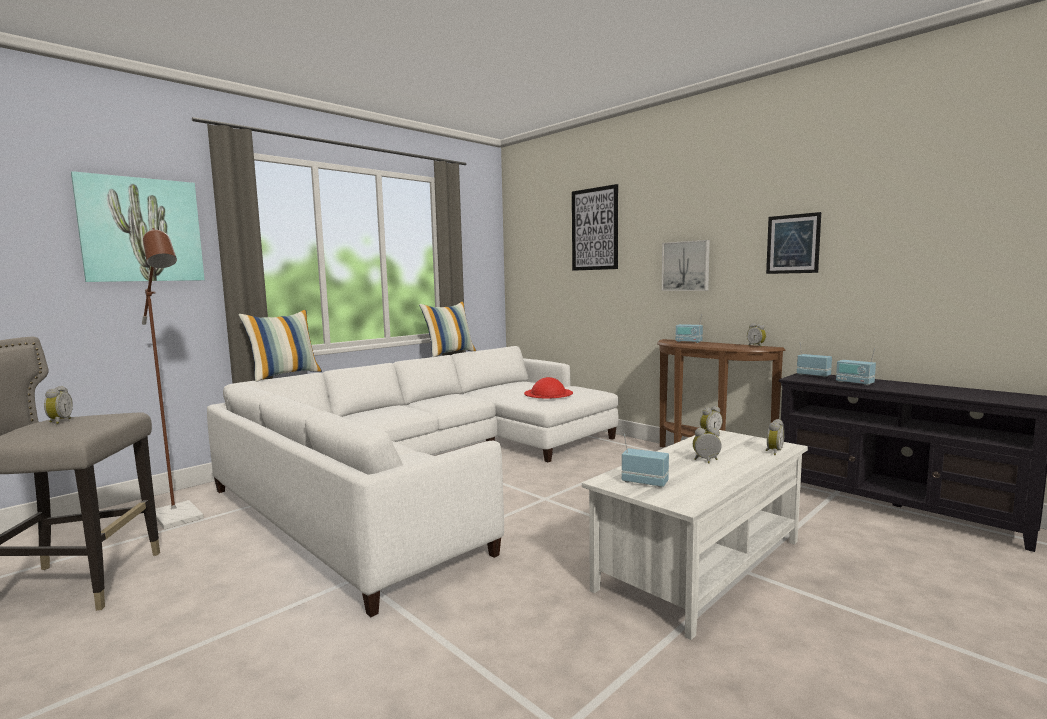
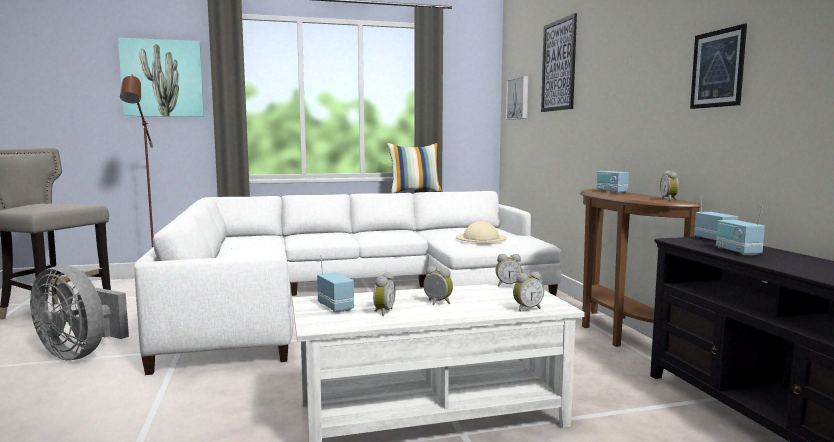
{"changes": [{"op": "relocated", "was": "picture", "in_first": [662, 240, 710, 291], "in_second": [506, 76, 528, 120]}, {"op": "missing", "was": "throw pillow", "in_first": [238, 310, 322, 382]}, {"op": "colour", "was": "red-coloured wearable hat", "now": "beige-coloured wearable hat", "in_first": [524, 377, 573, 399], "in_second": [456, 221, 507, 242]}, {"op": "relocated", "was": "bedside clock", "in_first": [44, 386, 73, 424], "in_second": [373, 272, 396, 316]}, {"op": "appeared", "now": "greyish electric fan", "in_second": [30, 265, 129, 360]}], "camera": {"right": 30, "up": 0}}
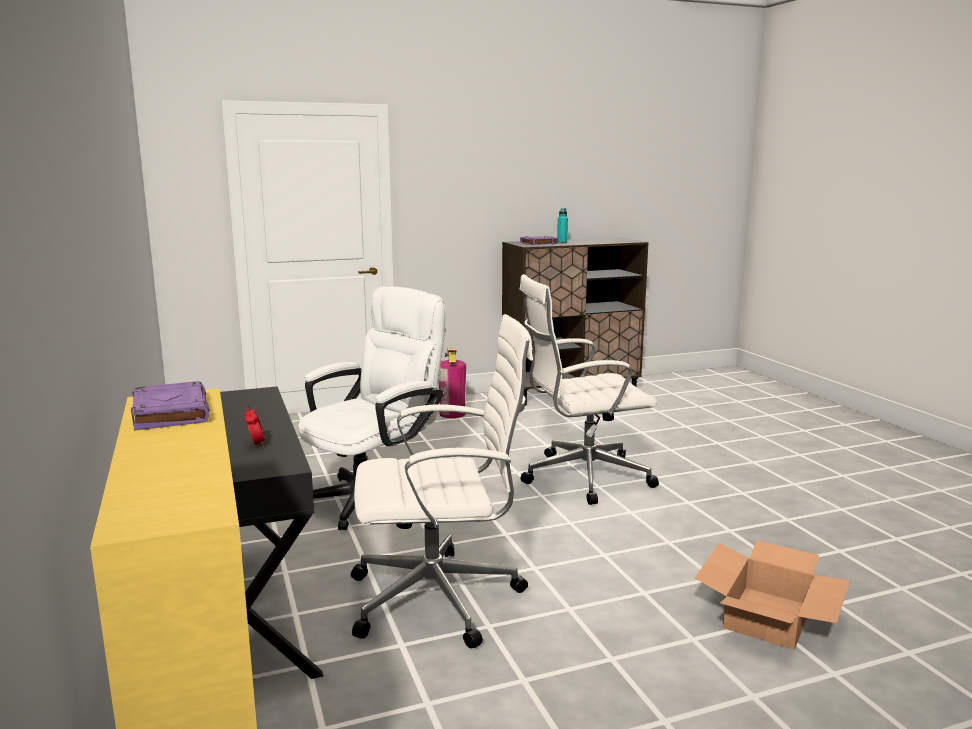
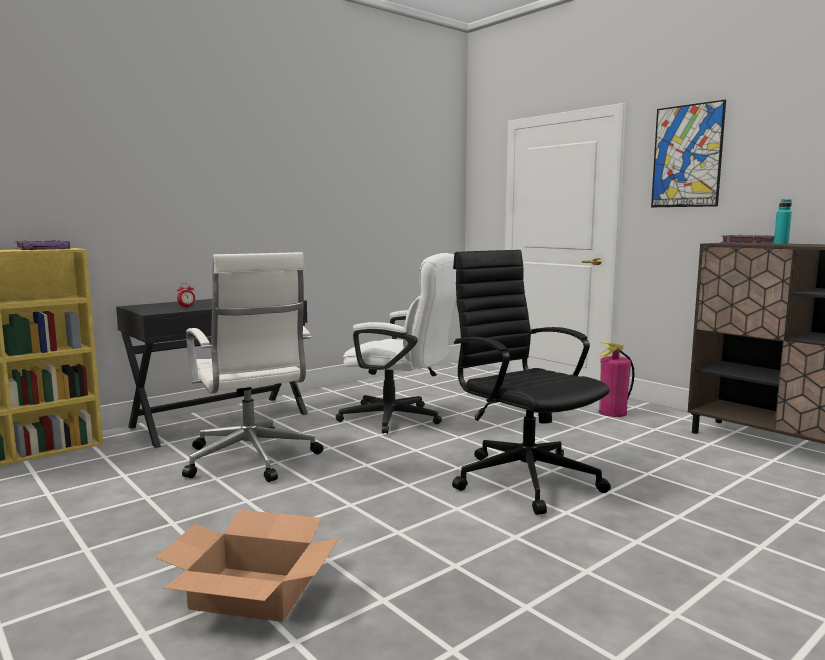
{"changes": [{"op": "colour", "was": "white computer chair", "now": "blackish computer chair", "in_first": [520, 274, 659, 505], "in_second": [452, 250, 611, 515]}, {"op": "appeared", "now": "picture", "in_second": [651, 100, 726, 207]}], "camera": {"right": 70, "up": -5}}
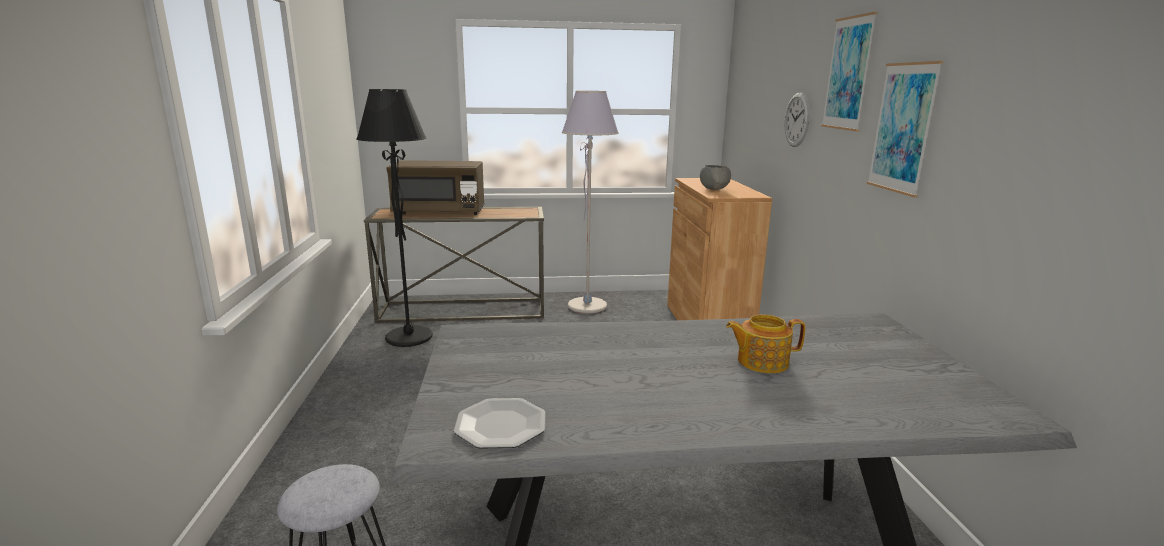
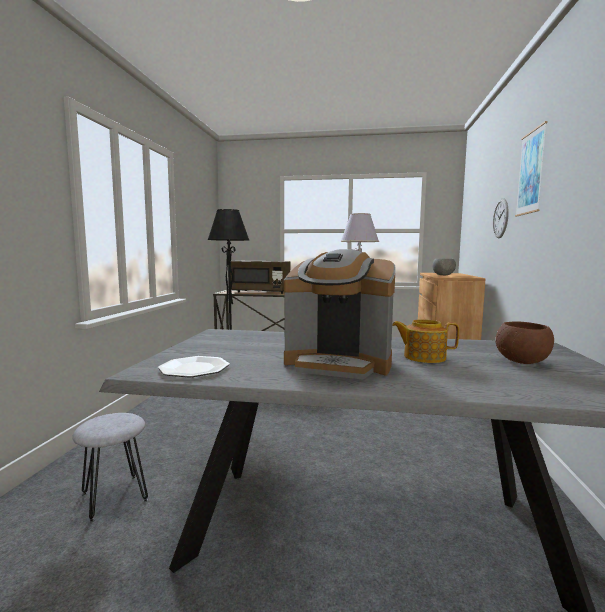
{"changes": [{"op": "missing", "was": "picture", "in_first": [867, 61, 943, 198]}, {"op": "appeared", "now": "coffee machine", "in_second": [284, 249, 396, 380]}, {"op": "appeared", "now": "brownish serving bowl", "in_second": [495, 321, 554, 364]}], "camera": {"right": 15, "up": -10}}
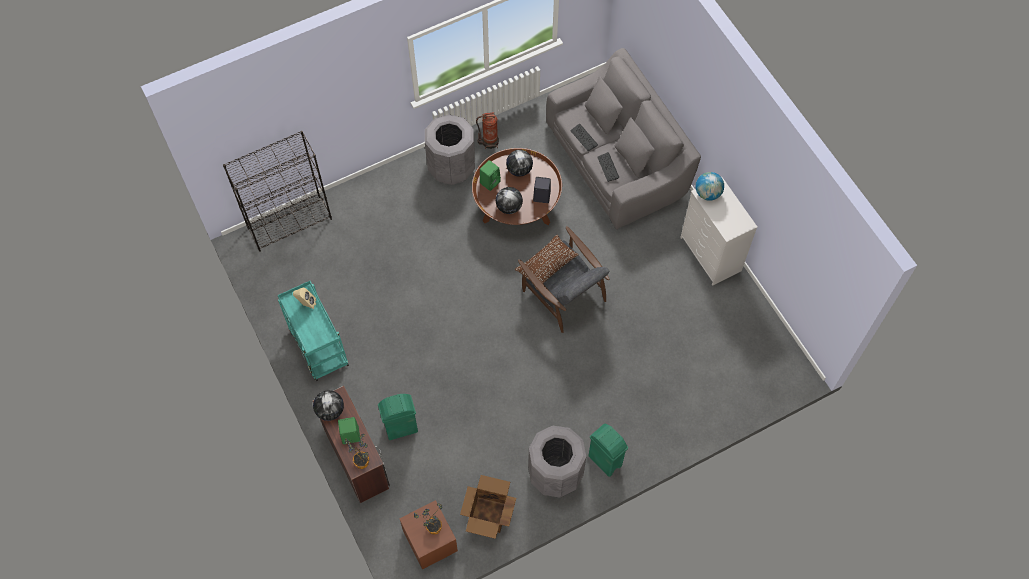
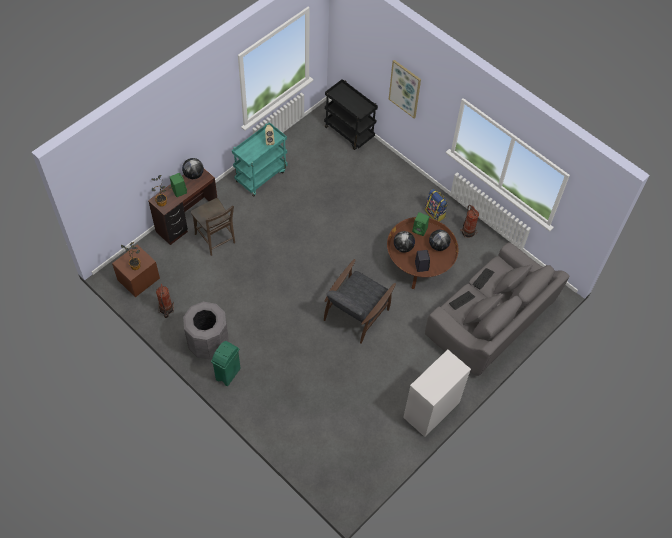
{"changes": [{"op": "exchanged", "was": "greyish waste bin", "now": "backpack", "in_first": [425, 114, 475, 185], "in_second": [425, 189, 448, 222]}, {"op": "exchanged", "was": "blackish bookshelf", "now": "blackish trolley", "in_first": [223, 131, 332, 252], "in_second": [324, 79, 378, 150]}, {"op": "missing", "was": "world globe", "in_first": [696, 172, 724, 201]}, {"op": "missing", "was": "brownish throw pillow", "in_first": [515, 235, 579, 290]}, {"op": "exchanged", "was": "green waste bin", "now": "brownish upright chair", "in_first": [378, 394, 418, 440], "in_second": [191, 198, 235, 256]}, {"op": "exchanged", "was": "cardboard box", "now": "extinguisher", "in_first": [460, 475, 516, 539], "in_second": [156, 283, 174, 318]}, {"op": "appeared", "now": "picture", "in_second": [389, 60, 421, 118]}], "camera": {"right": 70, "up": -5}}
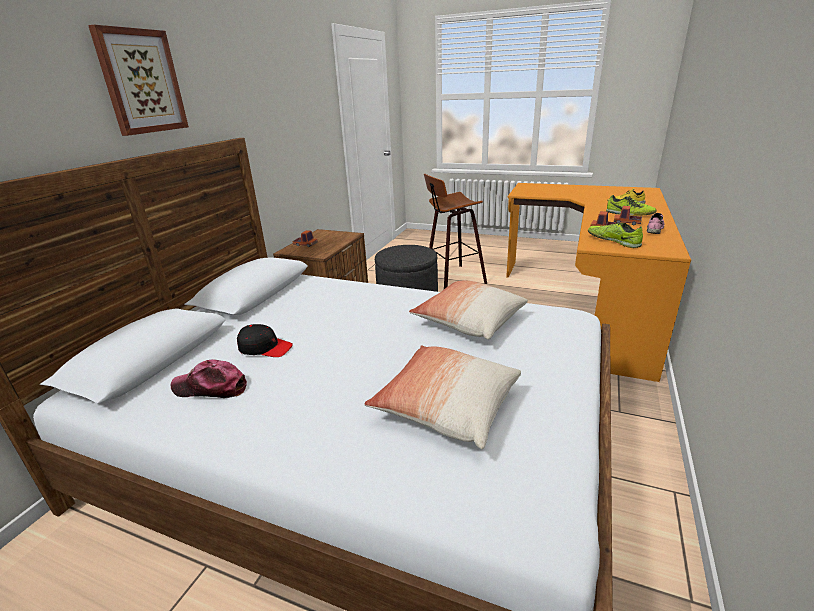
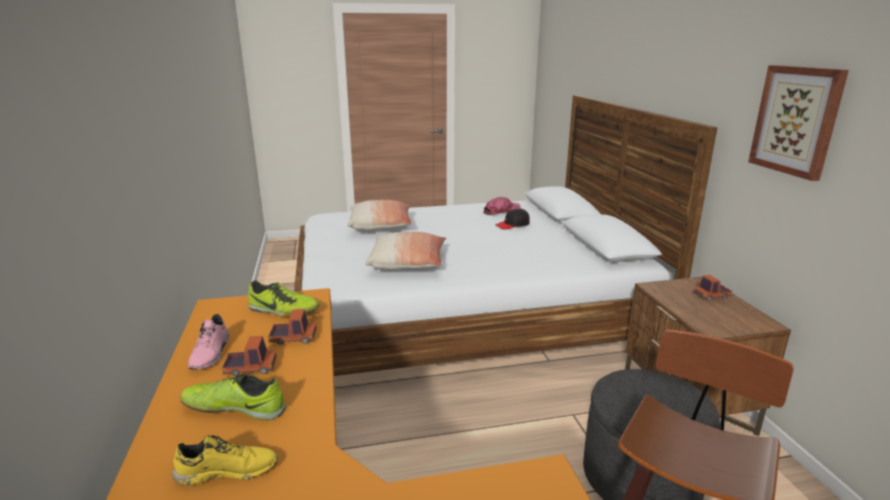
{"changes": [{"op": "relocated", "was": "picture", "in_first": [88, 25, 189, 136], "in_second": [748, 65, 849, 181]}], "camera": {"right": 145, "up": -5}}
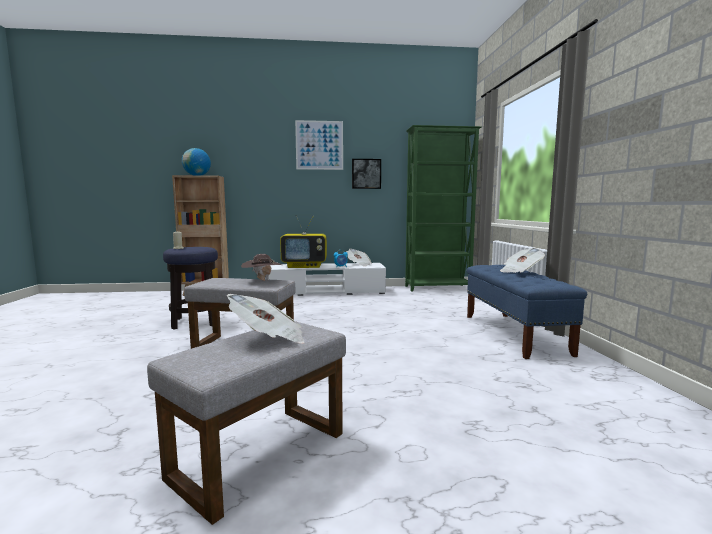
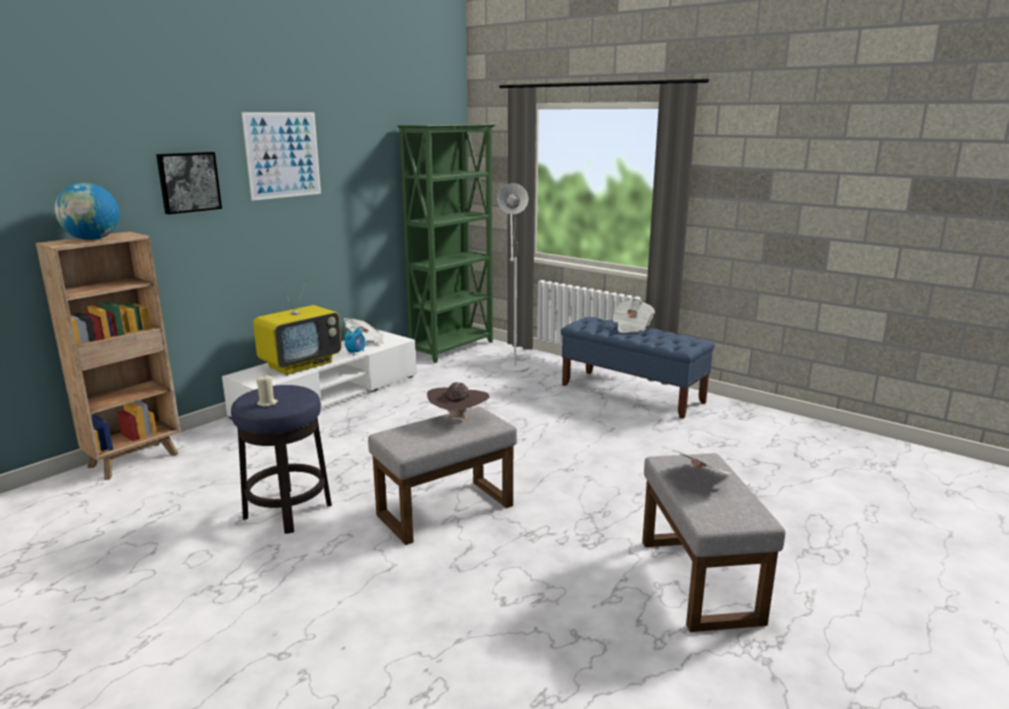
{"changes": [{"op": "relocated", "was": "picture", "in_first": [352, 159, 381, 189], "in_second": [156, 152, 222, 214]}, {"op": "appeared", "now": "white standard lamp", "in_second": [497, 183, 529, 373]}], "camera": {"right": -45, "up": 10}}
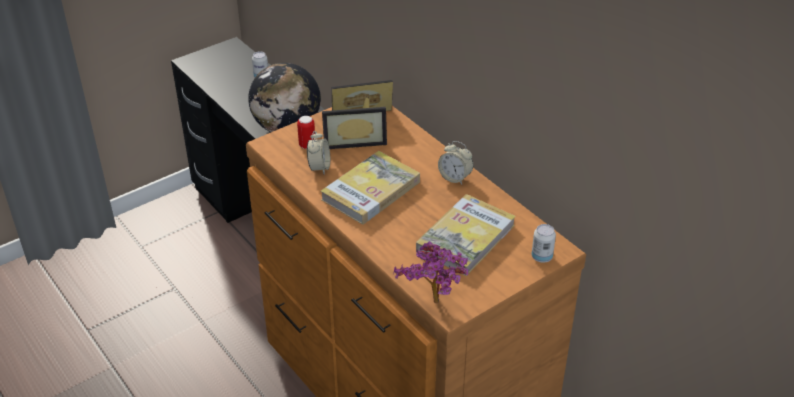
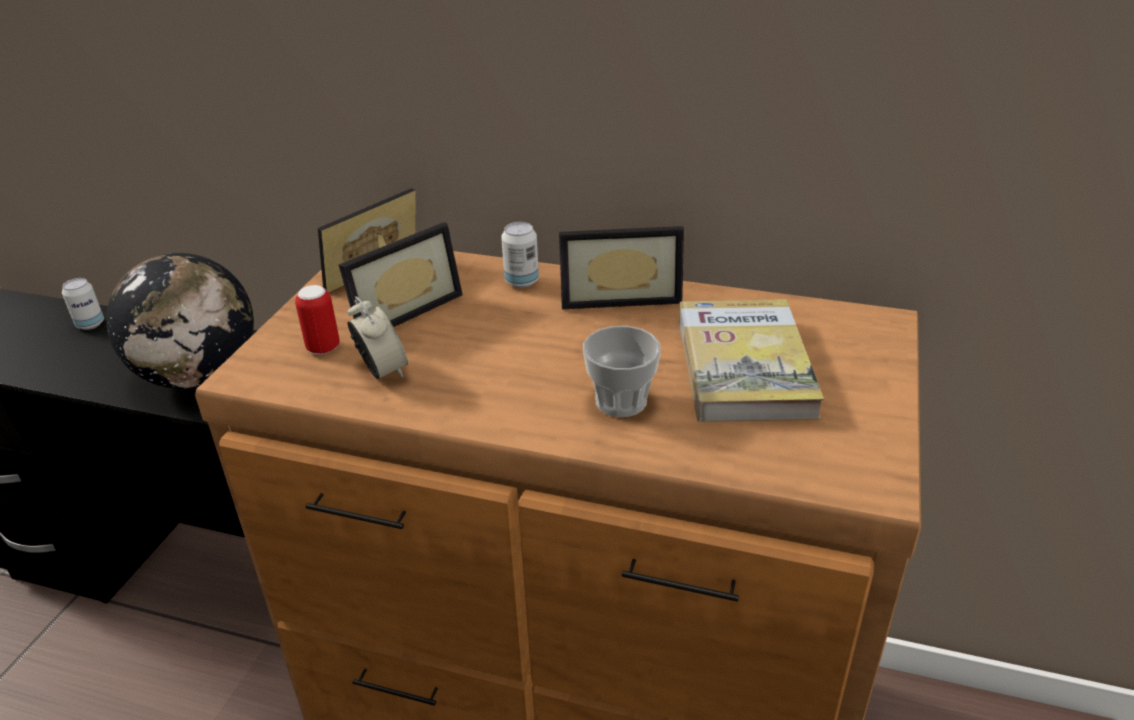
{"changes": [{"op": "exchanged", "was": "bedside clock", "now": "standing frame", "in_first": [438, 141, 473, 185], "in_second": [559, 226, 684, 309]}, {"op": "missing", "was": "volume", "in_first": [321, 151, 420, 225]}, {"op": "relocated", "was": "metal can", "in_first": [531, 224, 556, 263], "in_second": [501, 222, 539, 288]}, {"op": "missing", "was": "houseplant", "in_first": [393, 241, 468, 303]}, {"op": "appeared", "now": "small cup", "in_second": [583, 326, 661, 417]}], "camera": {"right": -35, "up": -5}}
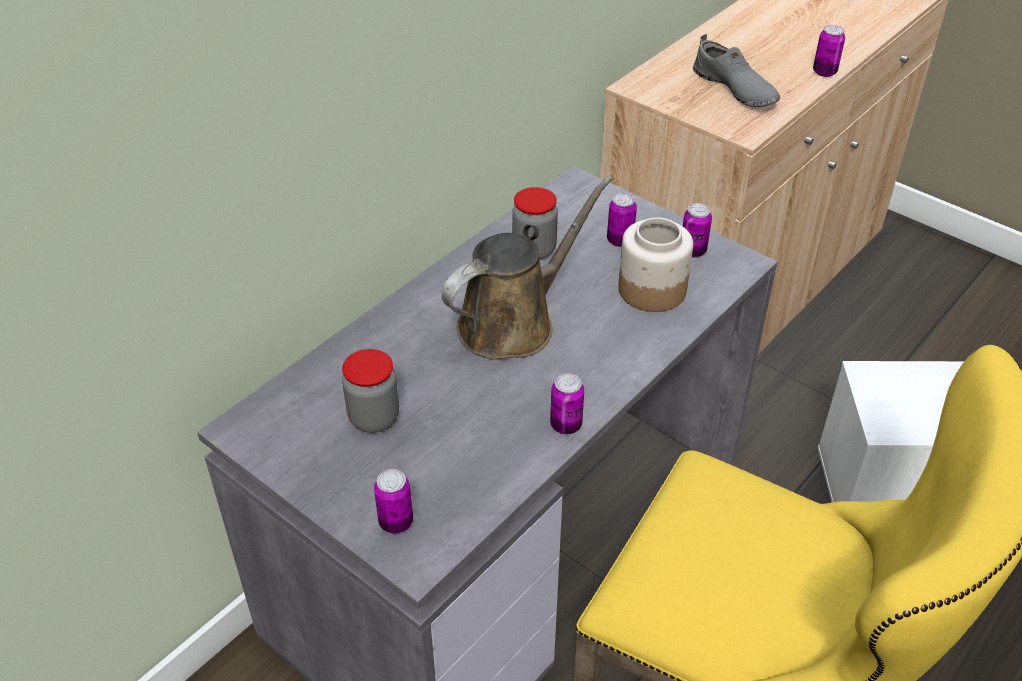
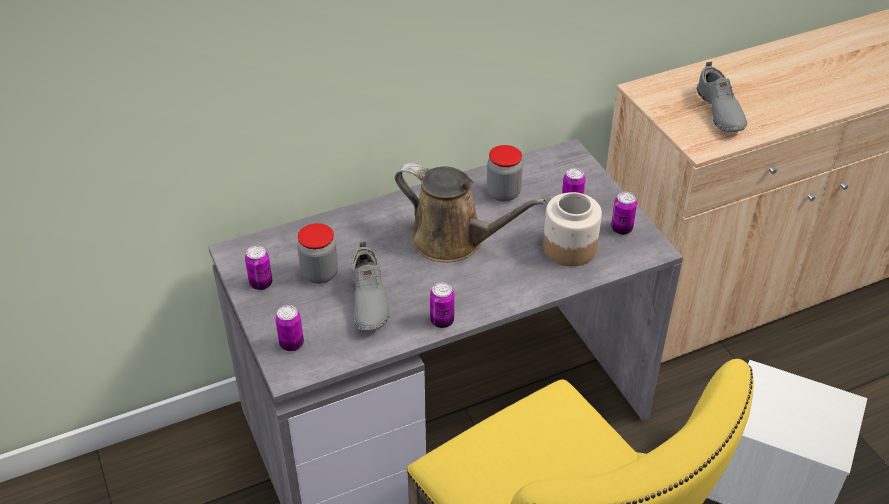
{"changes": [{"op": "relocated", "was": "metal can", "in_first": [813, 25, 845, 77], "in_second": [245, 246, 272, 290]}, {"op": "spun", "was": "brownish sprinkling can", "in_first": [442, 176, 613, 360], "in_second": [395, 163, 546, 262], "clockwise": 45}, {"op": "appeared", "now": "greyish item of footwear", "in_second": [351, 242, 390, 332]}], "camera": {"right": 25, "up": 0}}
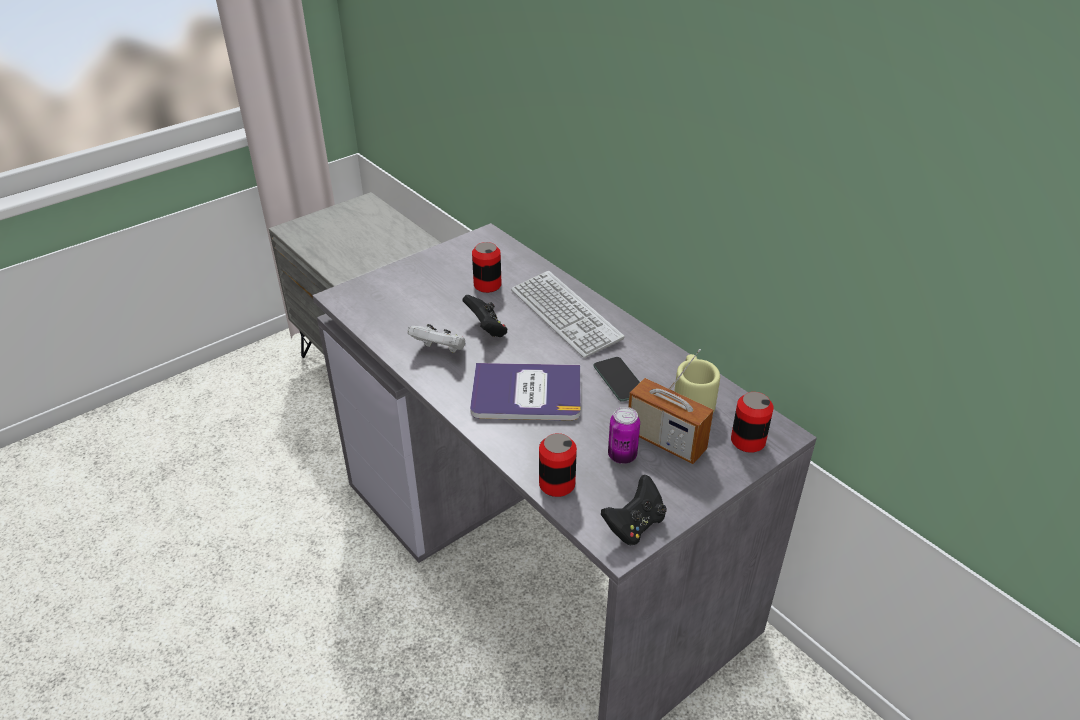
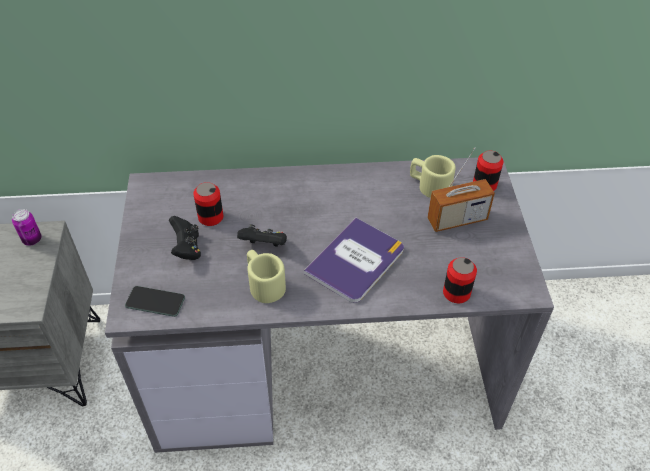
{"changes": [{"op": "missing", "was": "keyboard", "in_first": [511, 271, 625, 358]}, {"op": "exchanged", "was": "white gamepad", "now": "beige-coloured tea mug", "in_first": [408, 324, 466, 353], "in_second": [247, 250, 286, 303]}, {"op": "relocated", "was": "telephone", "in_first": [593, 357, 640, 402], "in_second": [125, 286, 185, 317]}, {"op": "relocated", "was": "metal can", "in_first": [608, 407, 640, 464], "in_second": [12, 209, 41, 246]}, {"op": "relocated", "was": "blackish gamepad", "in_first": [601, 475, 667, 545], "in_second": [169, 216, 201, 260]}], "camera": {"right": -55, "up": 10}}
